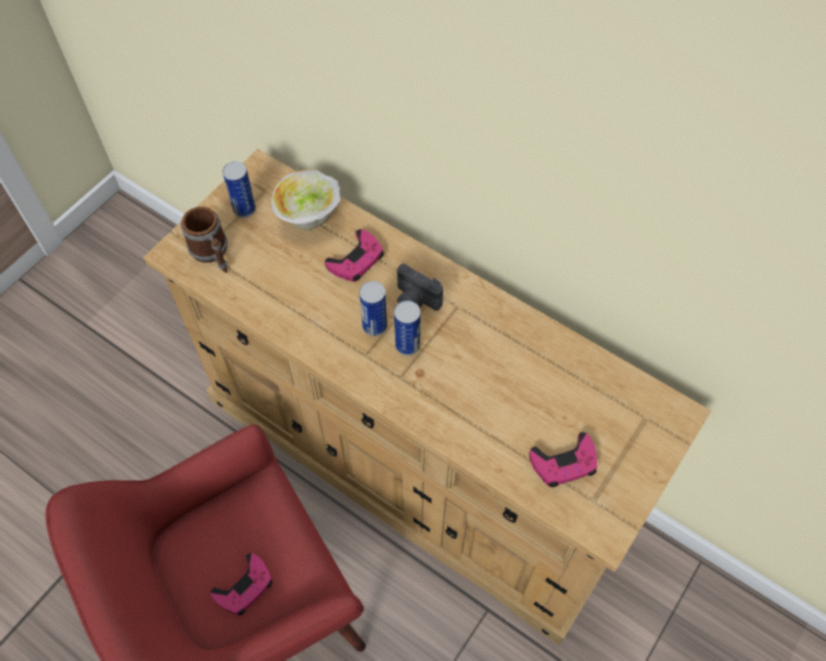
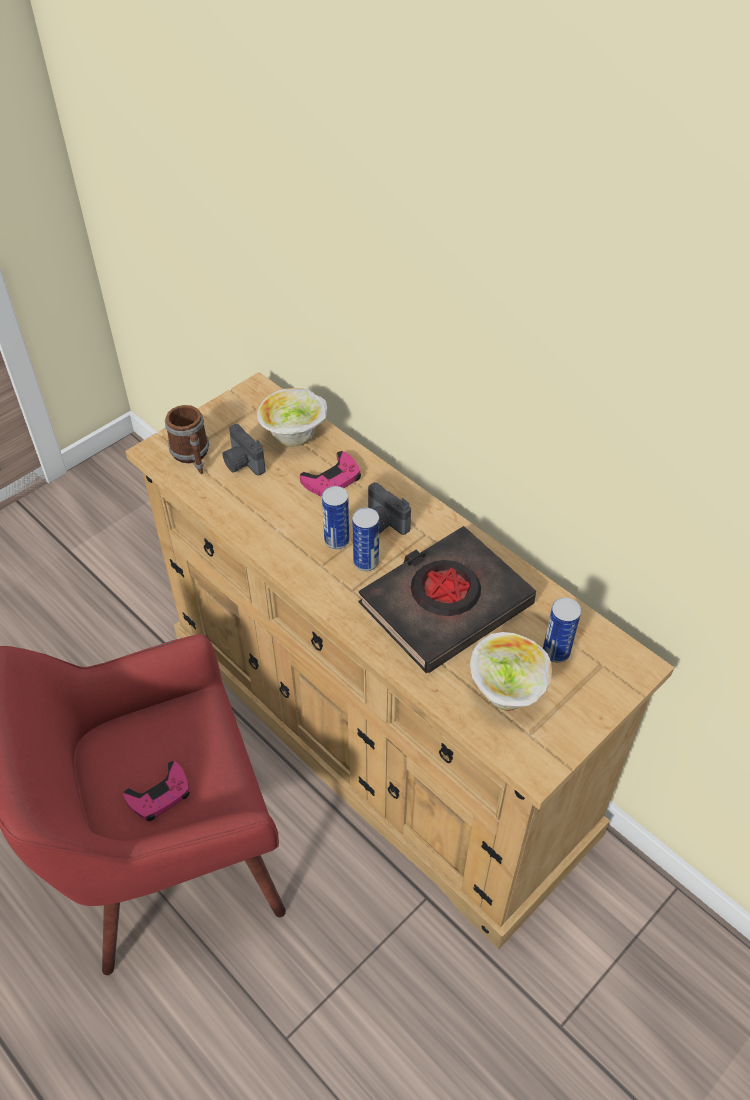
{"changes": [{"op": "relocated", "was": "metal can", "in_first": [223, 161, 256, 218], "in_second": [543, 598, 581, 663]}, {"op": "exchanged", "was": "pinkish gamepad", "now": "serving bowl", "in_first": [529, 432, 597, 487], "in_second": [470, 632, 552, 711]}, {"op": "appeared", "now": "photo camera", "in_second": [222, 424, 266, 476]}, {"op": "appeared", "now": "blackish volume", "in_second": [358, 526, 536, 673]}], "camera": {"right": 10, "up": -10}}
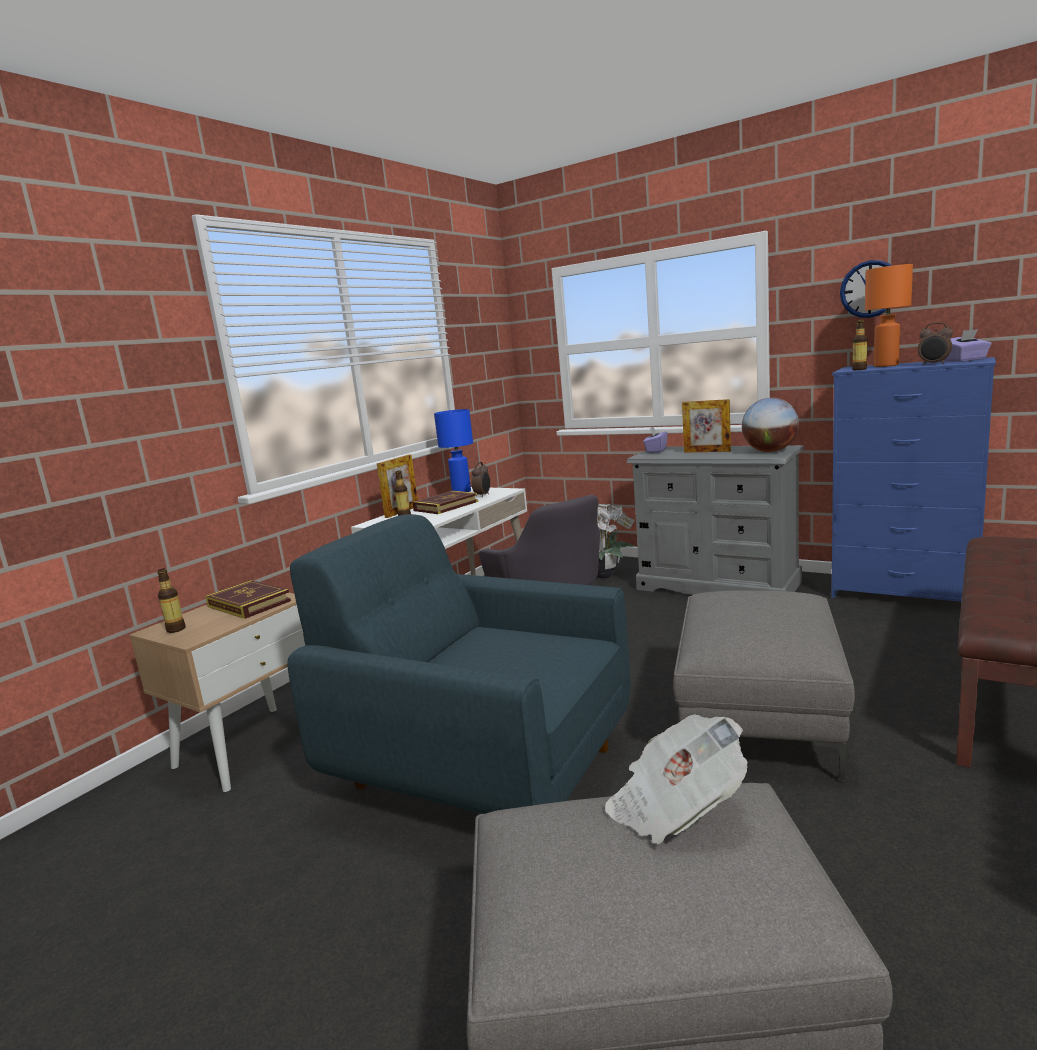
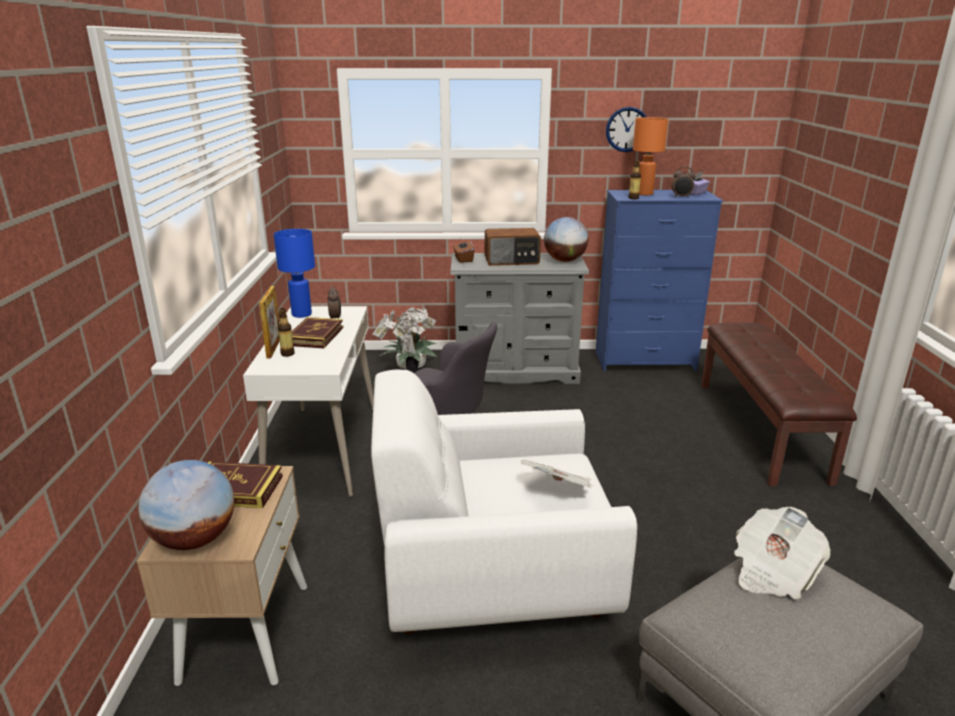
{"changes": [{"op": "exchanged", "was": "standing frame", "now": "radio receiver", "in_first": [682, 399, 731, 453], "in_second": [485, 228, 541, 266]}, {"op": "colour", "was": "purplish tissue holder", "now": "brownish tissue holder", "in_first": [643, 426, 668, 453], "in_second": [453, 238, 475, 263]}, {"op": "colour", "was": "blue-coloured lounge chair", "now": "white lounge chair", "in_first": [287, 514, 631, 814], "in_second": [371, 370, 637, 634]}, {"op": "exchanged", "was": "drink bottle", "now": "world globe", "in_first": [157, 568, 186, 633], "in_second": [139, 460, 234, 550]}, {"op": "missing", "was": "greyish footrest", "in_first": [673, 590, 855, 783]}, {"op": "appeared", "now": "printed paper", "in_second": [521, 460, 593, 488]}], "camera": {"right": -35, "up": 10}}
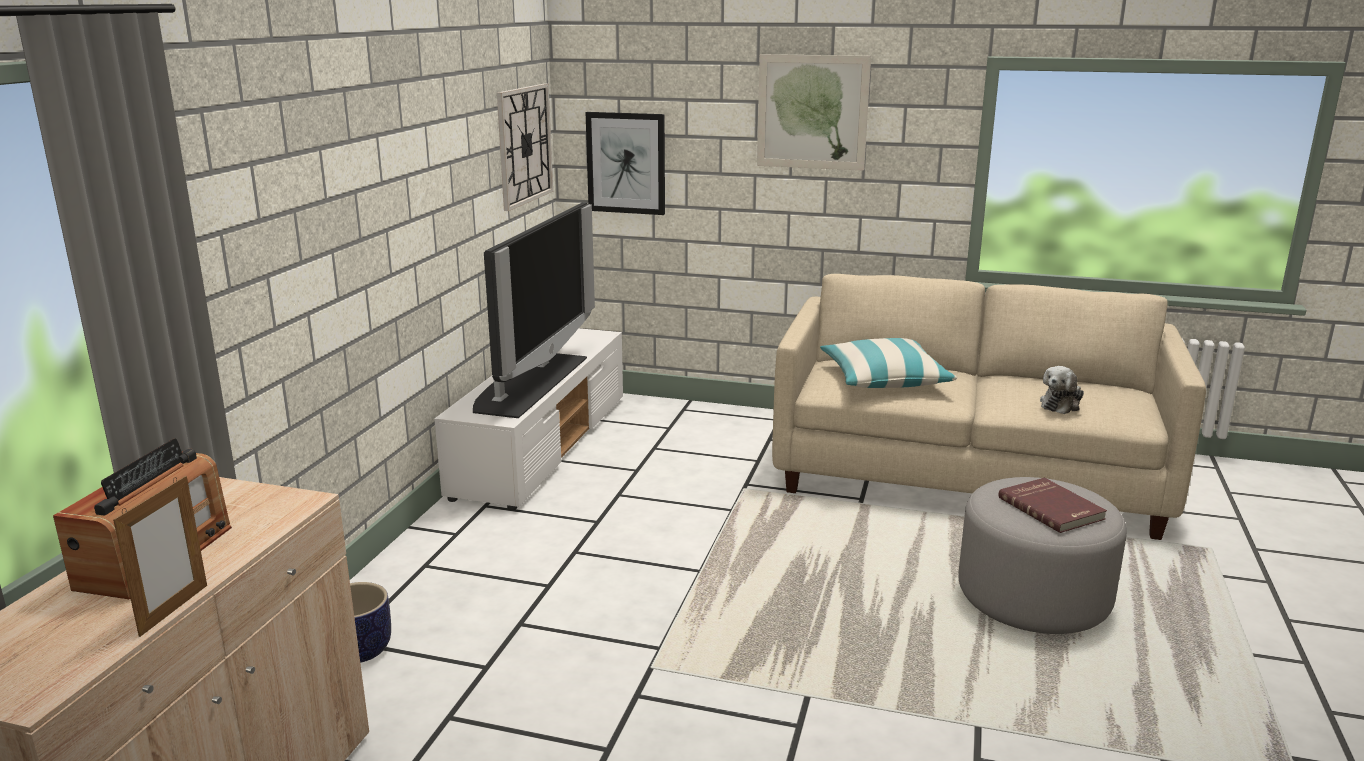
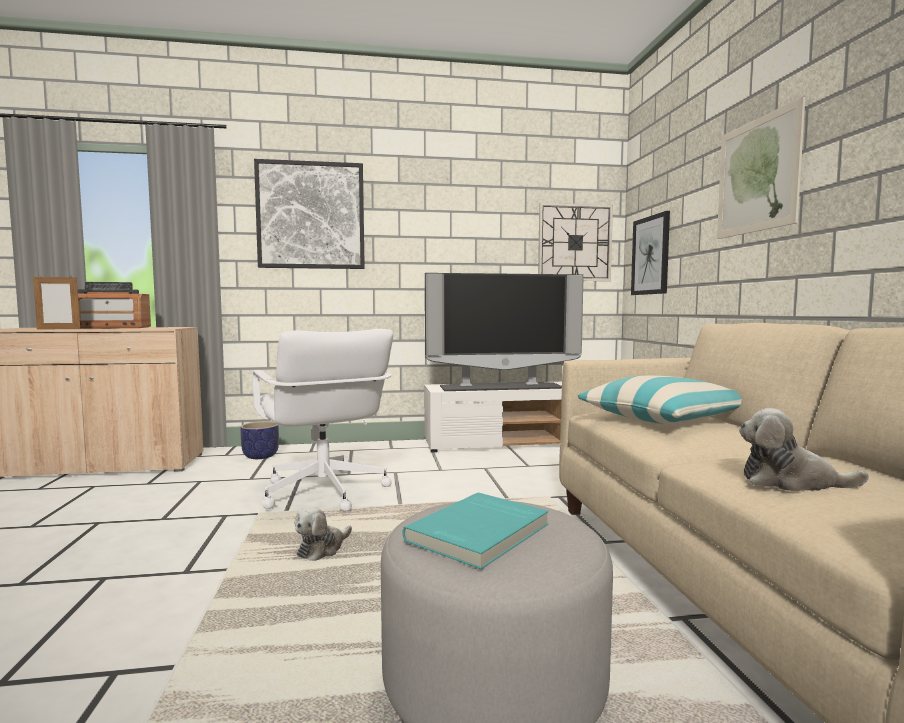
{"changes": [{"op": "colour", "was": "red-coloured volume", "now": "turquoise-coloured volume", "in_first": [998, 478, 1107, 533], "in_second": [403, 492, 549, 569]}, {"op": "appeared", "now": "picture", "in_second": [254, 159, 365, 269]}, {"op": "appeared", "now": "white computer chair", "in_second": [252, 329, 393, 511]}, {"op": "appeared", "now": "plush toy", "in_second": [295, 507, 352, 561]}], "camera": {"right": 65, "up": -15}}
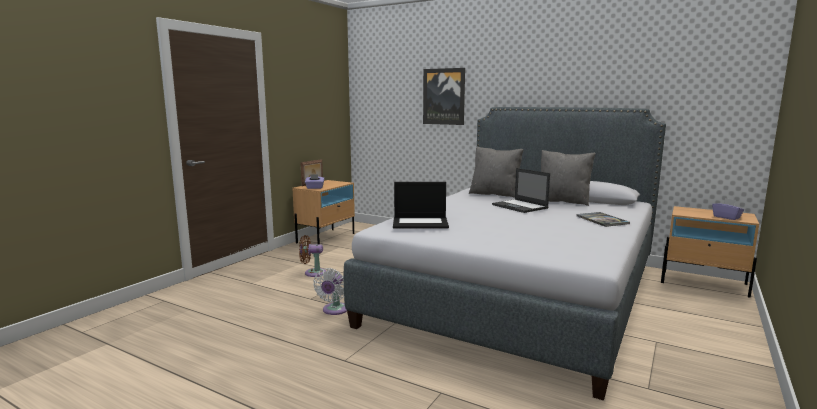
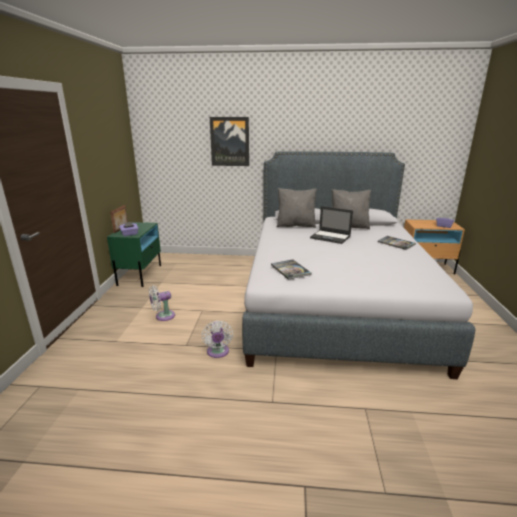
{"changes": [{"op": "colour", "was": "beige-coloured bedside table", "now": "green bedside table", "in_first": [292, 180, 355, 244], "in_second": [107, 222, 161, 287]}, {"op": "exchanged", "was": "laptop", "now": "volume", "in_first": [393, 182, 449, 229], "in_second": [271, 259, 312, 280]}, {"op": "colour", "was": "brownish electric fan", "now": "white electric fan", "in_first": [299, 235, 326, 277], "in_second": [149, 285, 175, 321]}], "camera": {"right": -25, "up": 10}}
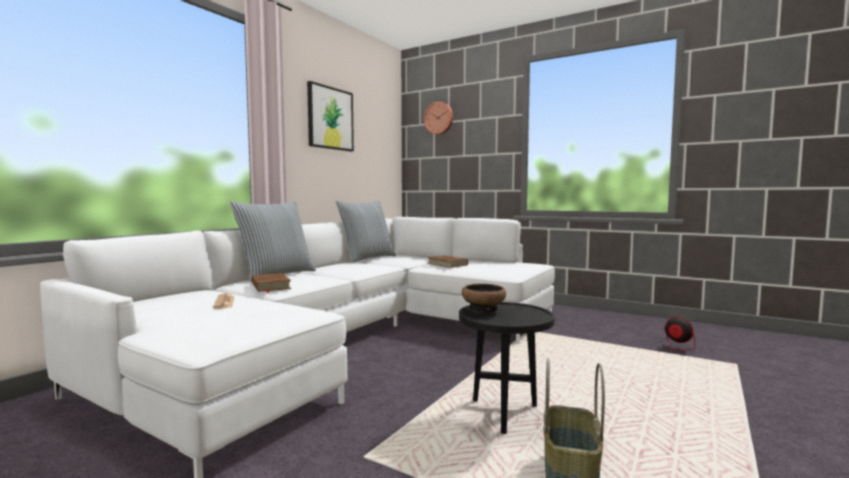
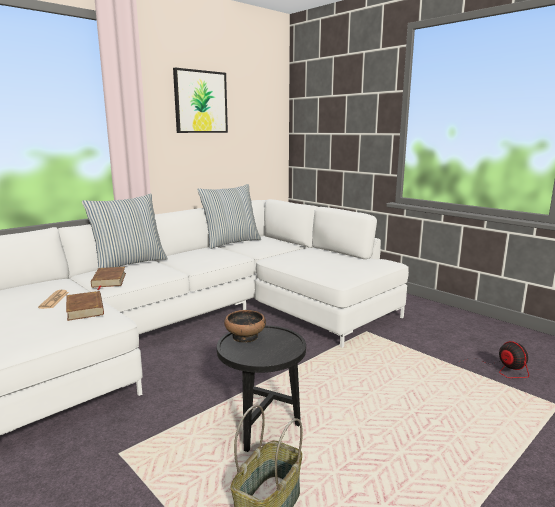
{"changes": [{"op": "missing", "was": "wall clock", "in_first": [424, 102, 453, 134]}, {"op": "relocated", "was": "brownish volume", "in_first": [427, 255, 468, 268], "in_second": [66, 291, 104, 321]}], "camera": {"right": 15, "up": 10}}
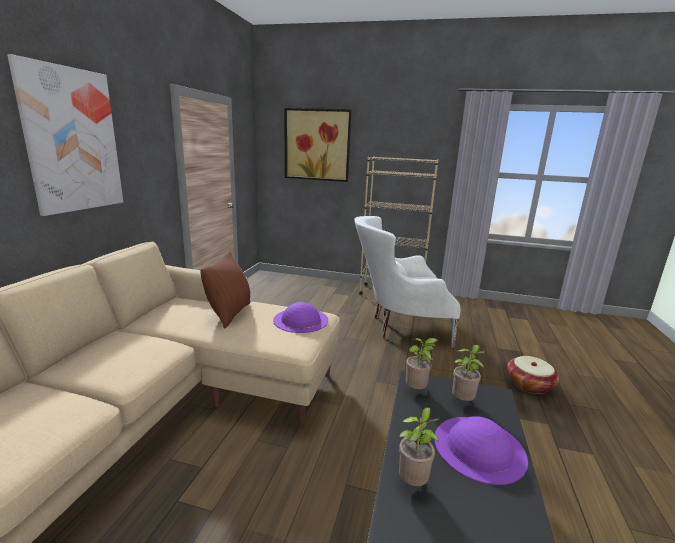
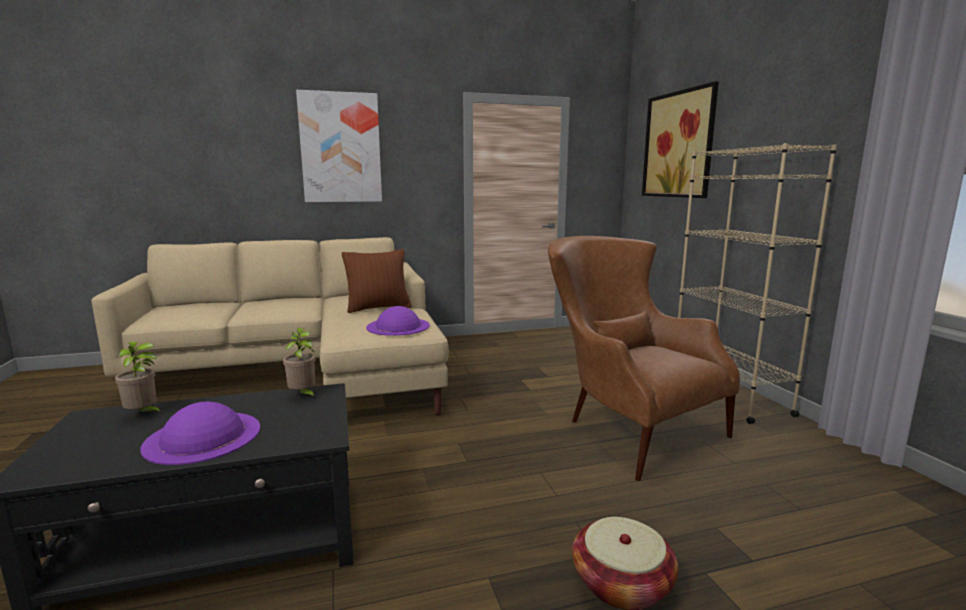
{"changes": [{"op": "colour", "was": "white lounge chair", "now": "brownish lounge chair", "in_first": [354, 216, 460, 348], "in_second": [548, 236, 740, 481]}, {"op": "missing", "was": "houseplant", "in_first": [452, 345, 487, 401]}], "camera": {"right": 60, "up": -5}}
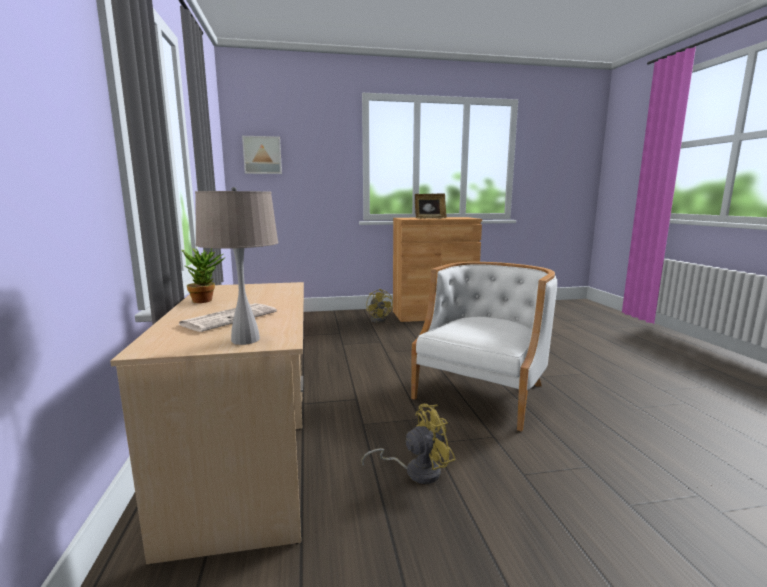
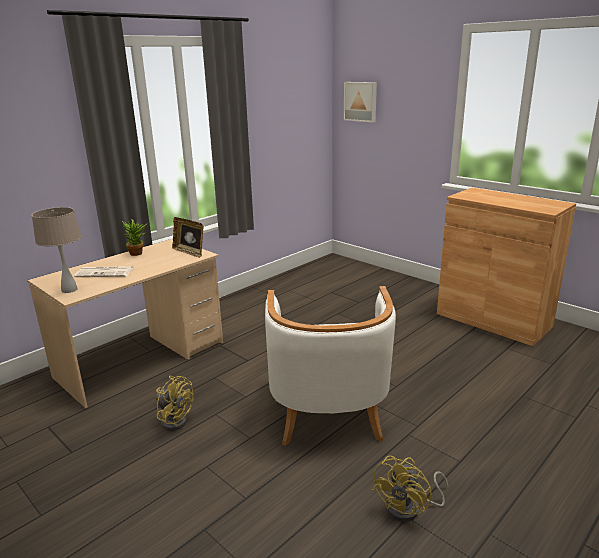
{"changes": [{"op": "relocated", "was": "standing frame", "in_first": [415, 194, 447, 219], "in_second": [172, 217, 204, 258]}, {"op": "spun", "was": "white lounge chair", "in_first": [411, 262, 557, 432], "in_second": [265, 286, 396, 446], "clockwise": 90}, {"op": "relocated", "was": "yellowish electric fan", "in_first": [366, 289, 393, 323], "in_second": [372, 456, 449, 522]}], "camera": {"right": 55, "up": 10}}
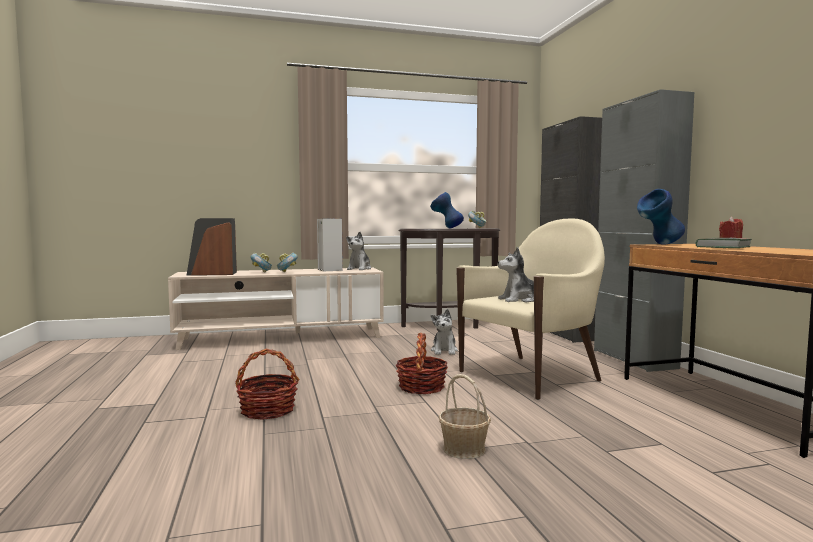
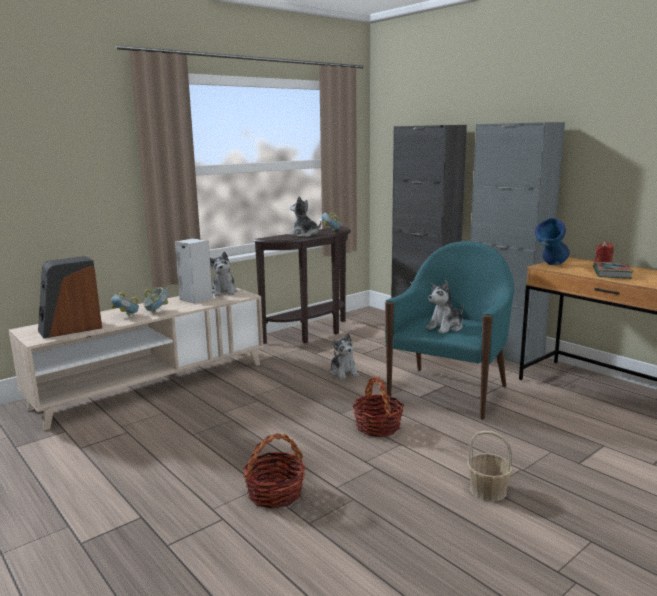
{"changes": [{"op": "exchanged", "was": "blue-coloured flower vase", "now": "plush toy", "in_first": [430, 192, 464, 228], "in_second": [289, 196, 322, 237]}, {"op": "colour", "was": "beige-coloured lounge chair", "now": "turquoise-coloured lounge chair", "in_first": [456, 218, 605, 400], "in_second": [385, 241, 514, 420]}], "camera": {"right": -25, "up": 10}}
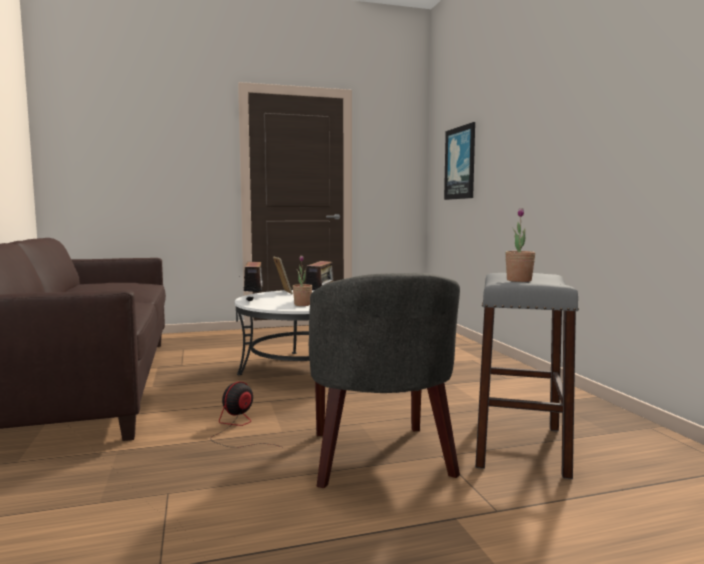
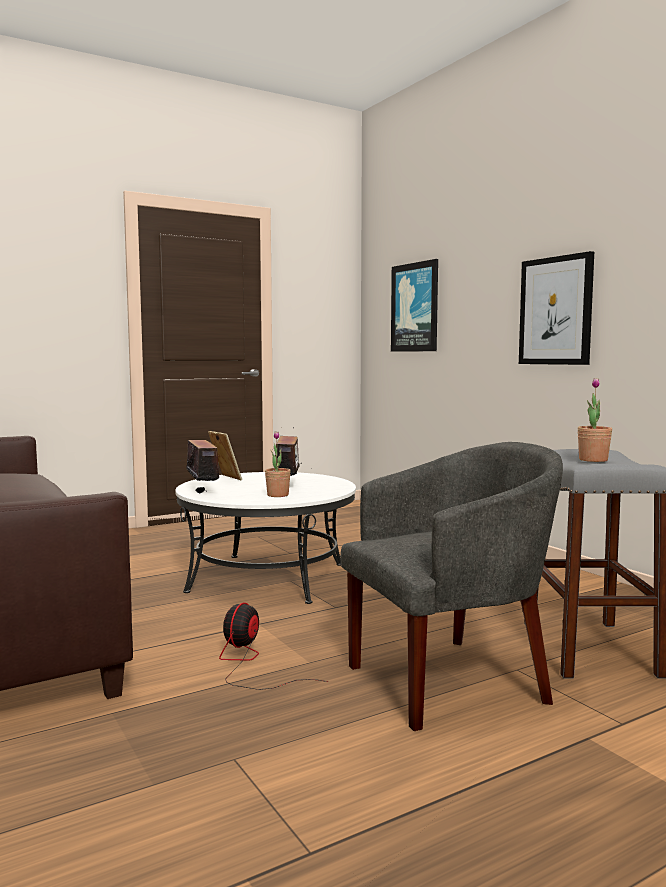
{"changes": [{"op": "spun", "was": "greyish lounge chair", "in_first": [309, 273, 460, 488], "in_second": [340, 442, 563, 731], "clockwise": -90}, {"op": "appeared", "now": "picture", "in_second": [519, 251, 594, 365]}], "camera": {"right": -15, "up": 0}}
